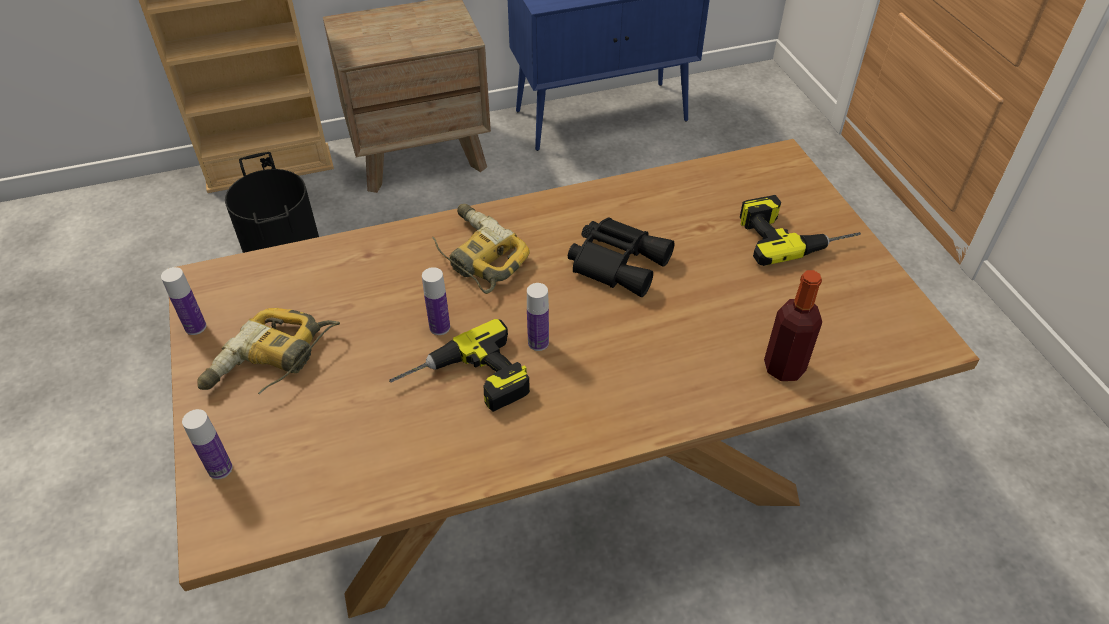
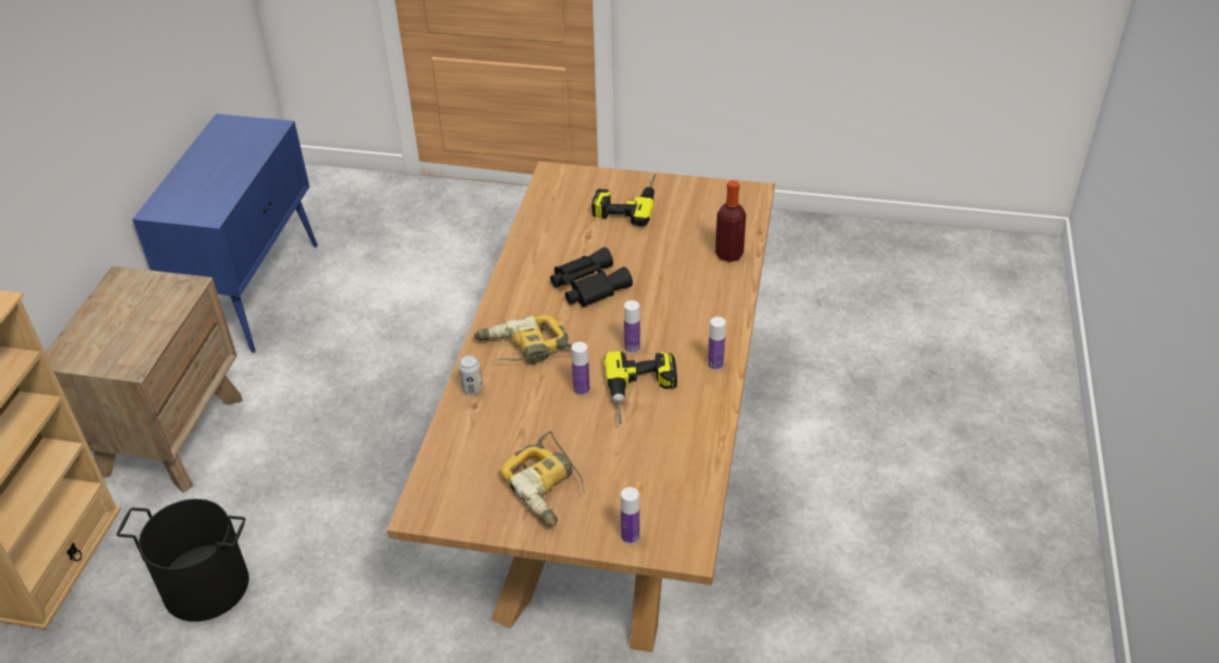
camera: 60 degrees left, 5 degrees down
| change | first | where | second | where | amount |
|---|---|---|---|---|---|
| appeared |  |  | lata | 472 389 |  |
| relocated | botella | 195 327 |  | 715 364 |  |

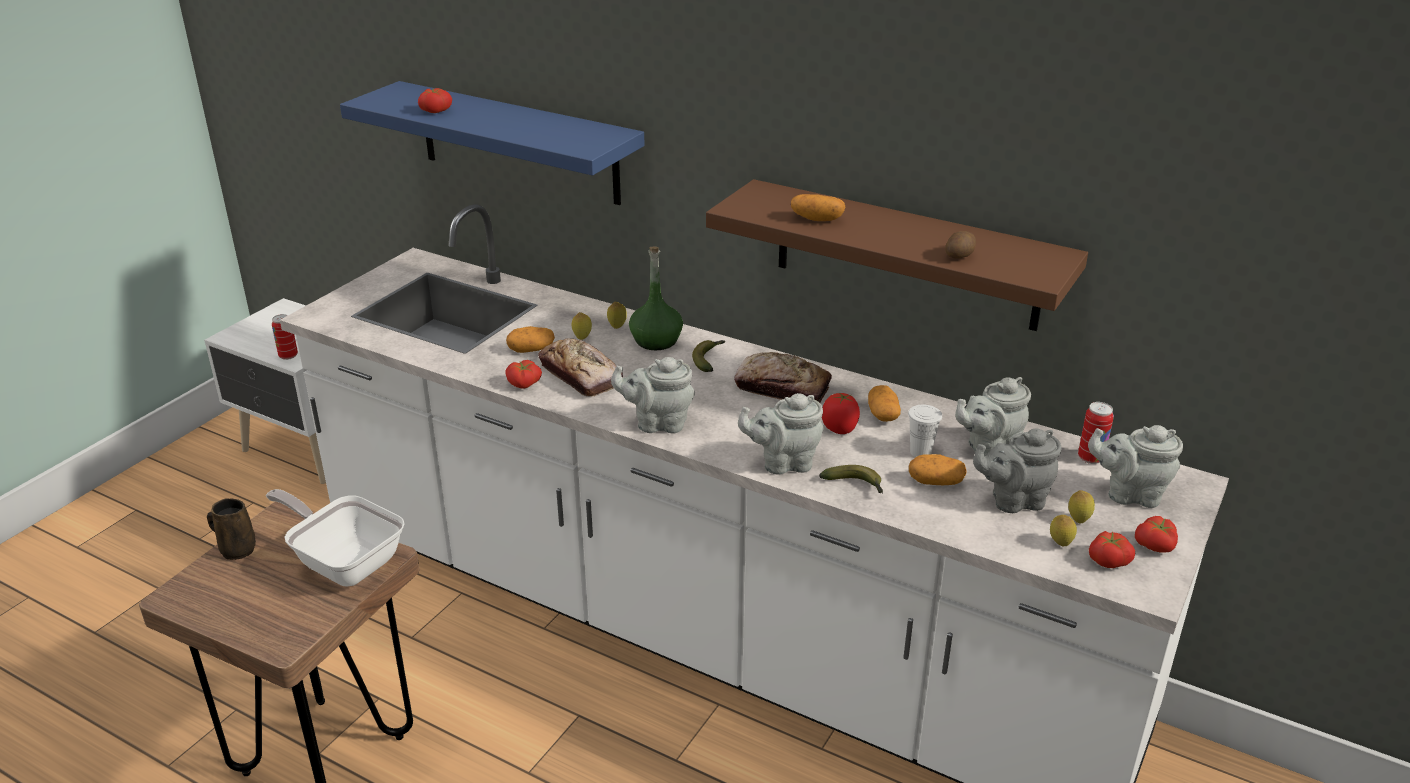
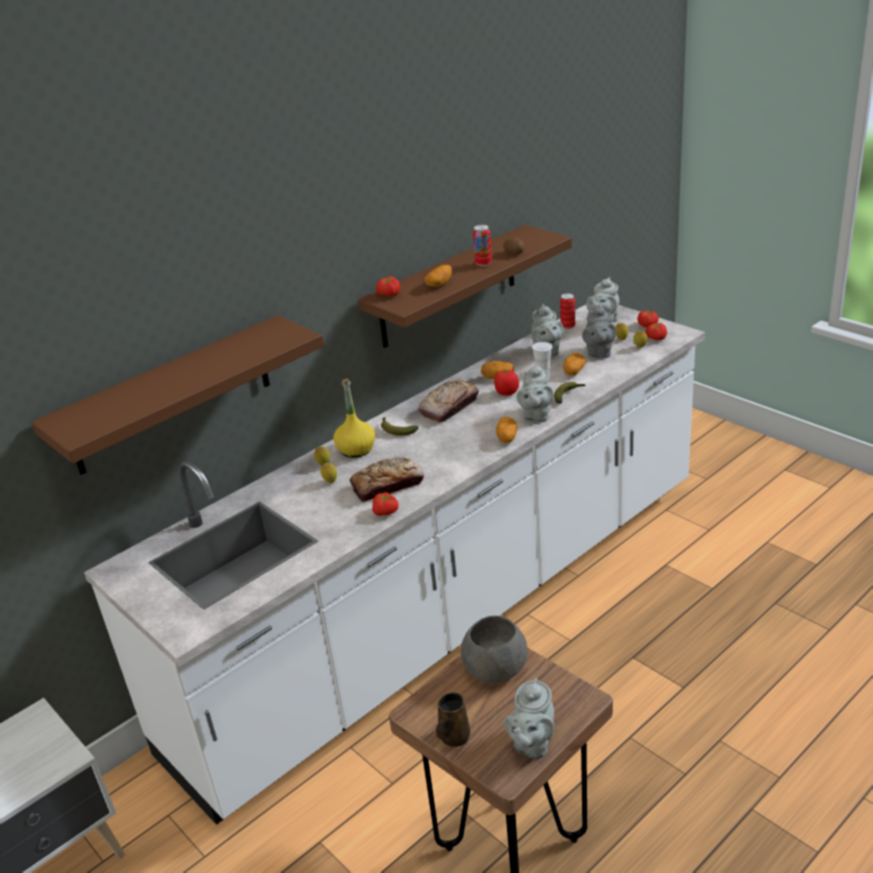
camera: 70 degrees left, 0 degrees up
| change | first | where | second | where | amount |
|---|---|---|---|---|---|
| colour | estante/azul | 518 143 | estante/marrón | 171 396 |  |
| colour | botella/verde | 656 340 | botella/amarillo | 356 449 |  |
| relocated | tomate | 435 110 |  | 388 294 |  |
| exchanged | sartén | 344 561 | cuenco/gris | 494 668 |  |
| relocated | lata | 288 356 |  | 483 264 |  |
| relocated | patata | 531 350 |  | 507 437 |  |
| relocated | tetera/gris | 658 423 |  | 532 744 |  |

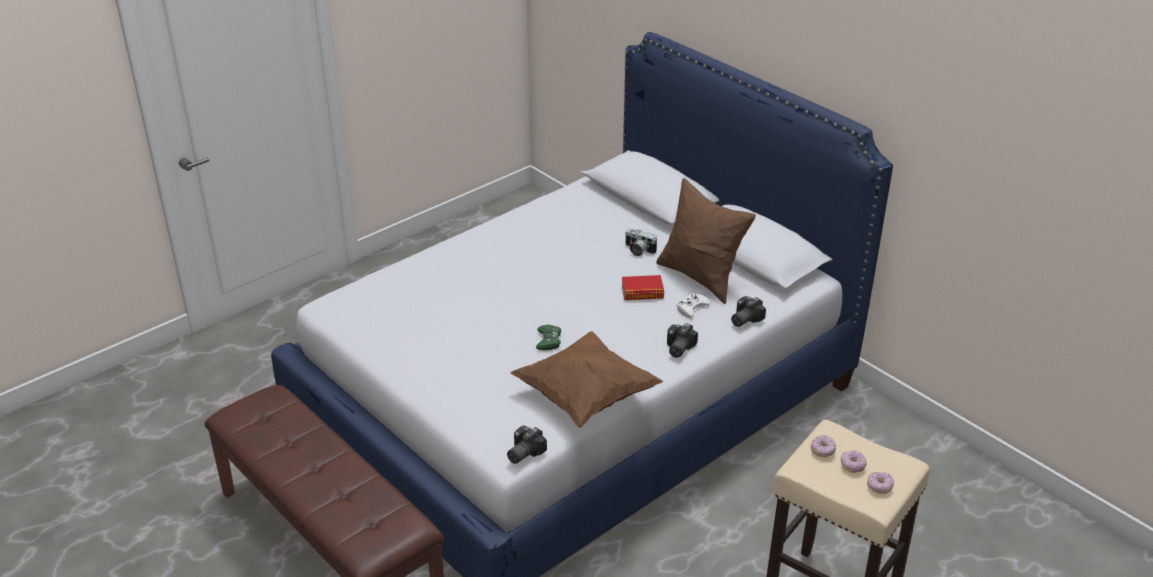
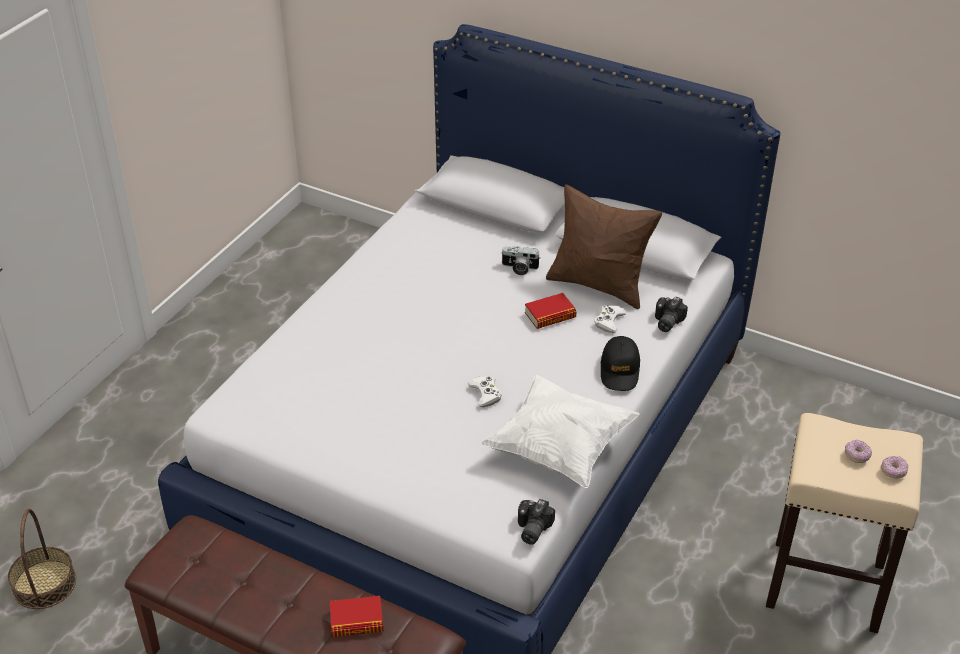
camera: 20 degrees left, 5 degrees up
| change | first | where | second | where | amount |
|---|---|---|---|---|---|
| appeared |  |  | cesta | 44 584 |  |
| appeared |  |  | libro | 356 621 |  |
| colour | mando de consola/verde | 548 340 | mando de consola/blanco | 485 394 |  |
| colour | cojín/marrón | 586 397 | cojín/blanco | 559 448 |  |
| exchanged | cámara | 677 348 | gorra/negro | 620 370 |  |
| missing | rosquilla | 822 451 |  |  |  |

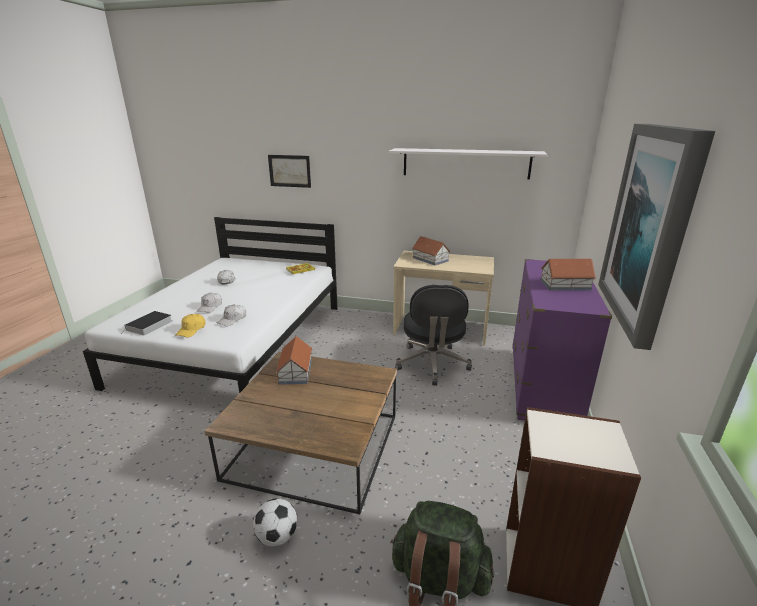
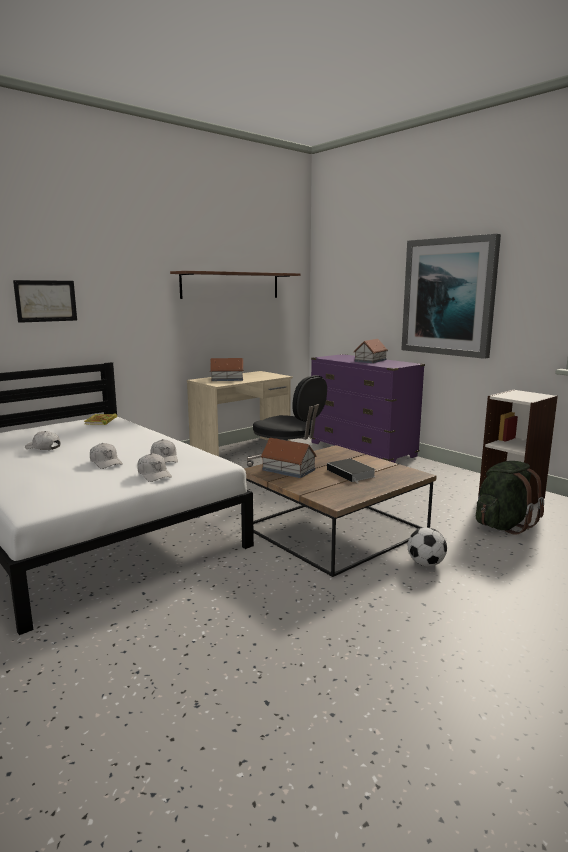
camera: 55 degrees left, 10 degrees down
| change | first | where | second | where | amount |
|---|---|---|---|---|---|
| colour | gorra/amarillo | 191 330 | gorra/blanco | 154 474 |  |
| colour | estante/blanco | 465 163 | estante/marrón | 231 285 |  |
| relocated | libro | 149 326 |  | 352 473 |  |

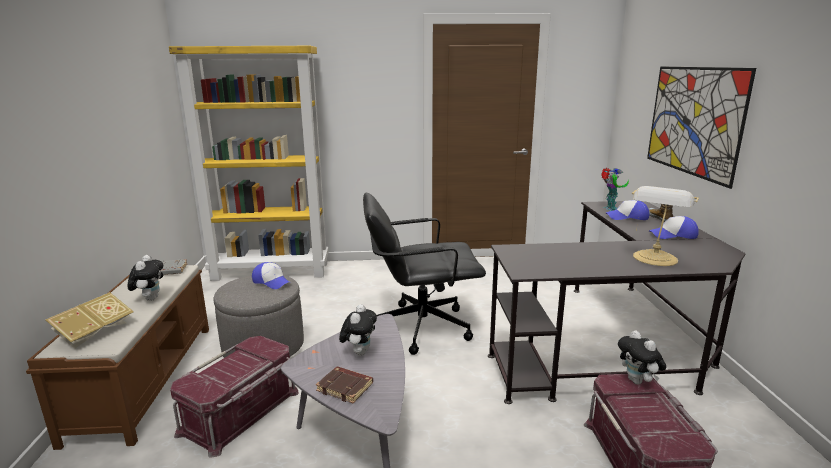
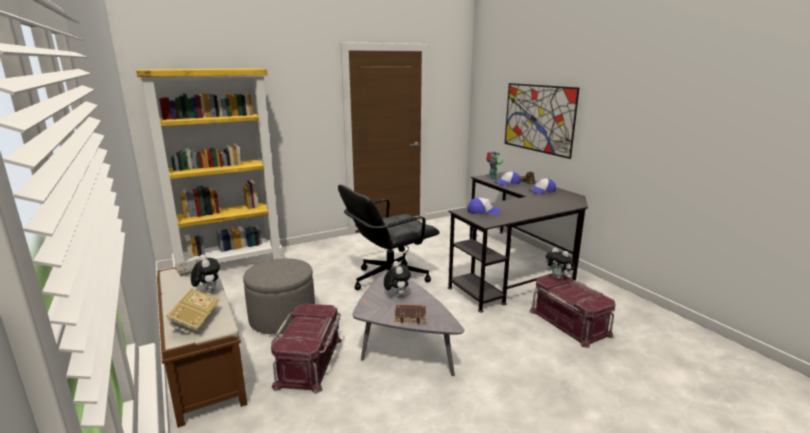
camera: 25 degrees left, 0 degrees up
| change | first | where | second | where | amount |
|---|---|---|---|---|---|
| relocated | gorra | 272 282 |  | 483 211 |  |
| missing | lámpara de mesa | 655 259 |  |  |  |

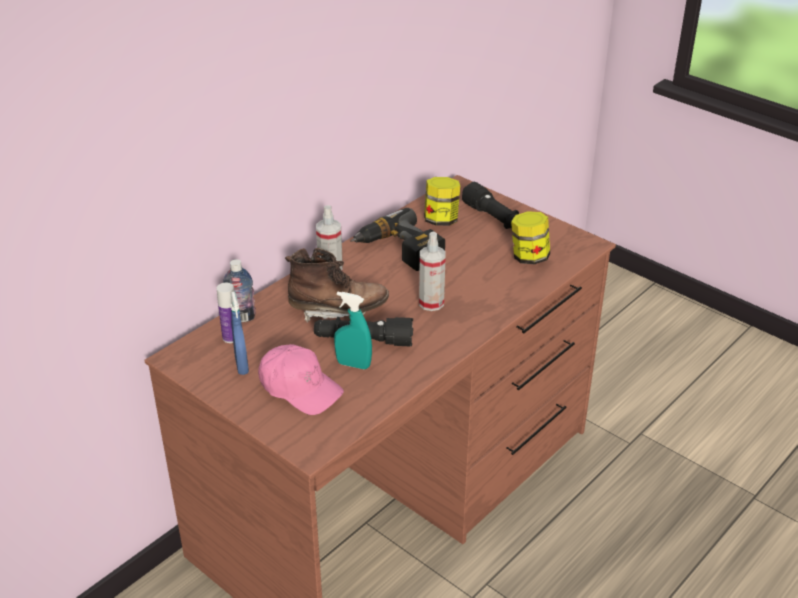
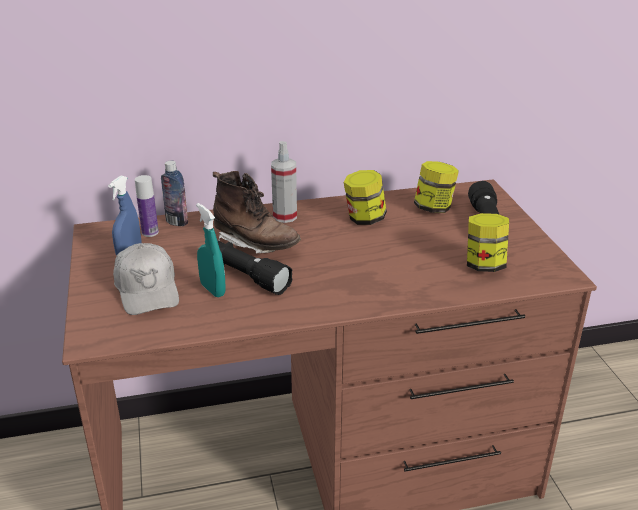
camera: 35 degrees right, 5 degrees down
| change | first | where | second | where | amount |
|---|---|---|---|---|---|
| colour | gorra/rosa | 300 388 | gorra/blanco | 147 289 |  |
| exchanged | taladro | 398 251 | tarro | 364 219 |  |
| missing | pulverizador | 431 303 |  |  |  |

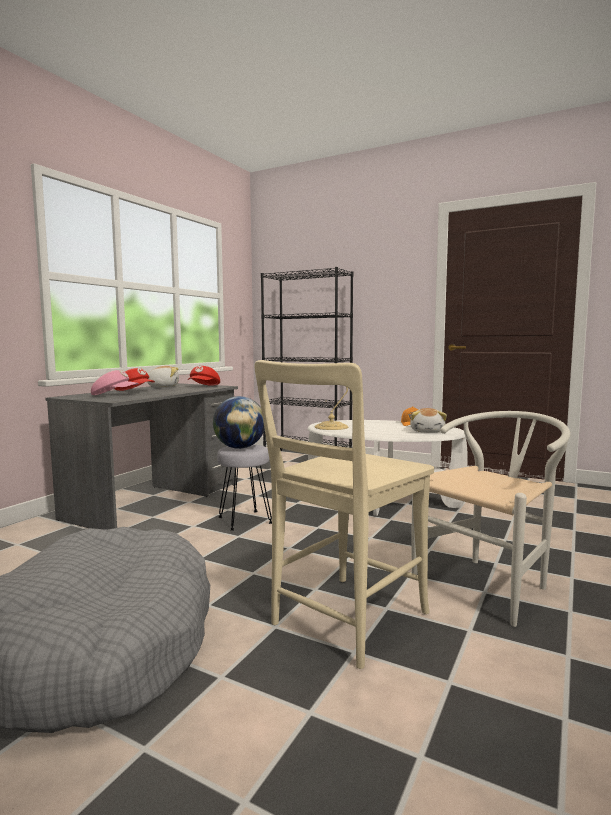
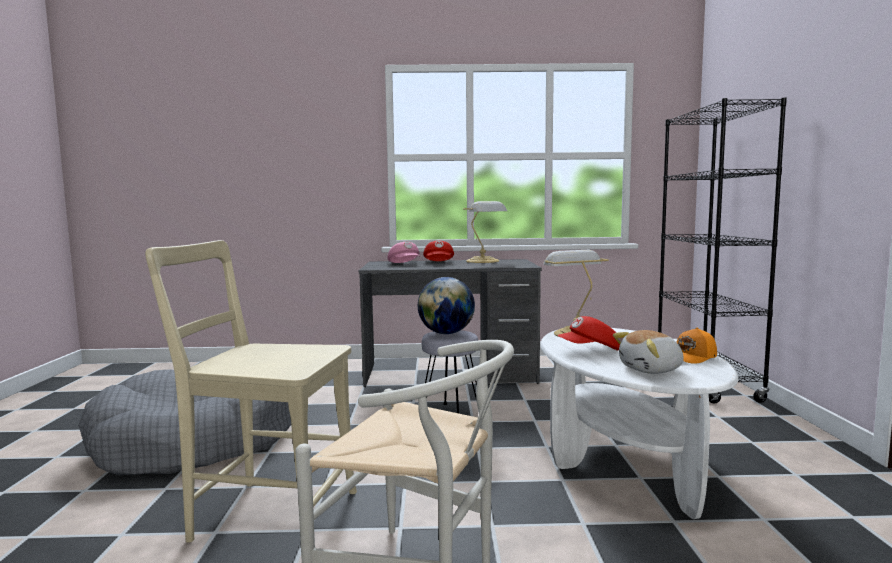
camera: 60 degrees right, 0 degrees up
| change | first | where | second | where | amount |
|---|---|---|---|---|---|
| exchanged | peluche | 163 387 | lámpara de mesa | 484 261 |  |
| relocated | gorra/rojo | 204 386 |  | 591 351 |  |

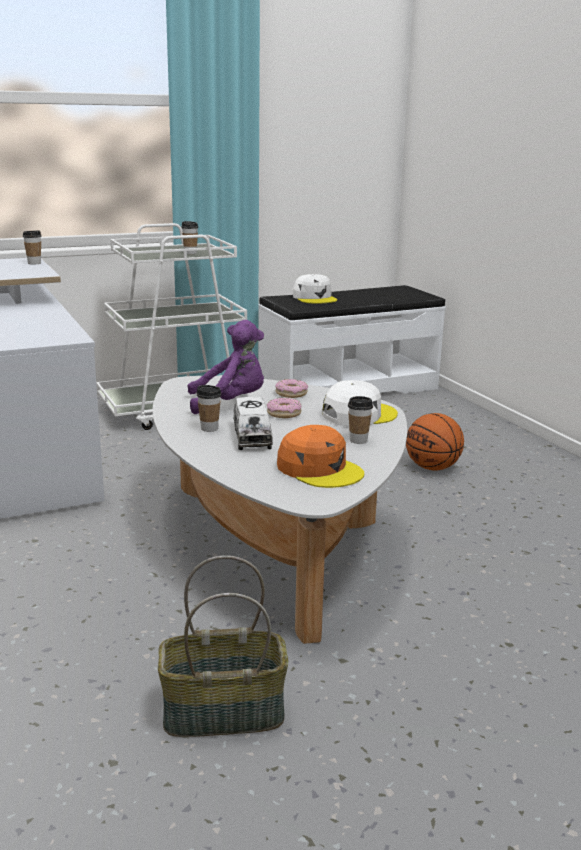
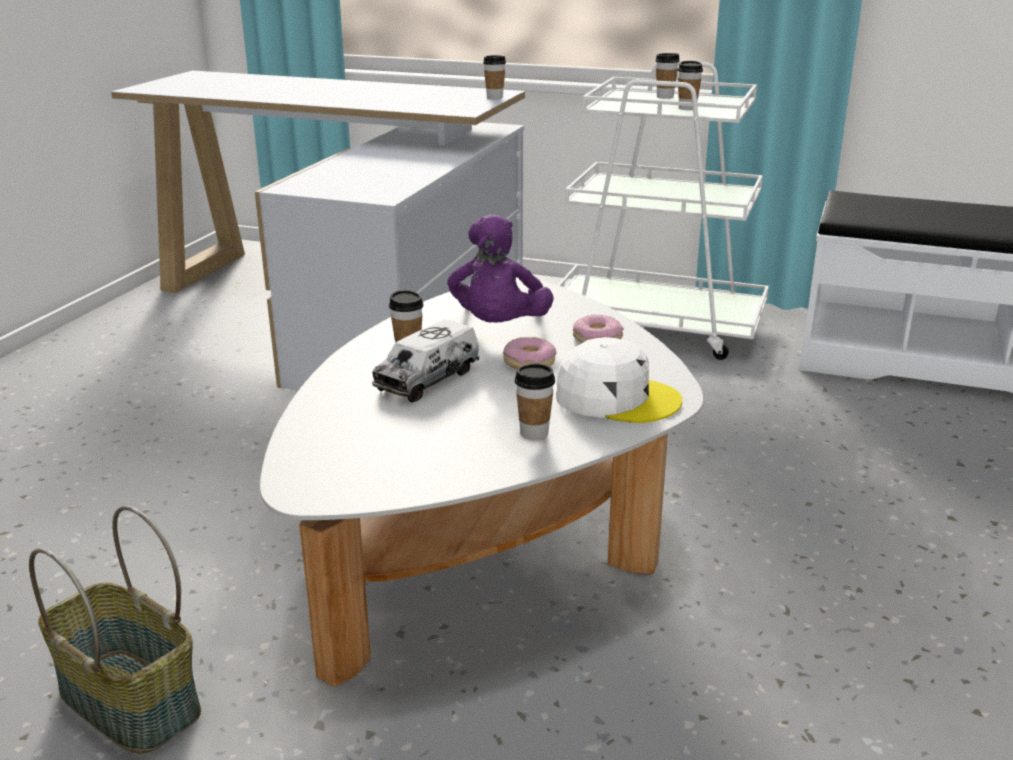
camera: 45 degrees right, 5 degrees up
| change | first | where | second | where | amount |
|---|---|---|---|---|---|
| spun | peluche/morado | 230 403 |  | 498 328 | 60 degrees clockwise |
| appeared |  |  | taza | 665 97 |  |
| missing | gorra/naranja | 319 469 |  |  |  |
| missing | gorra/blanco | 315 298 |  |  |  |
| missing | balón de baloncesto | 432 467 |  |  |  |

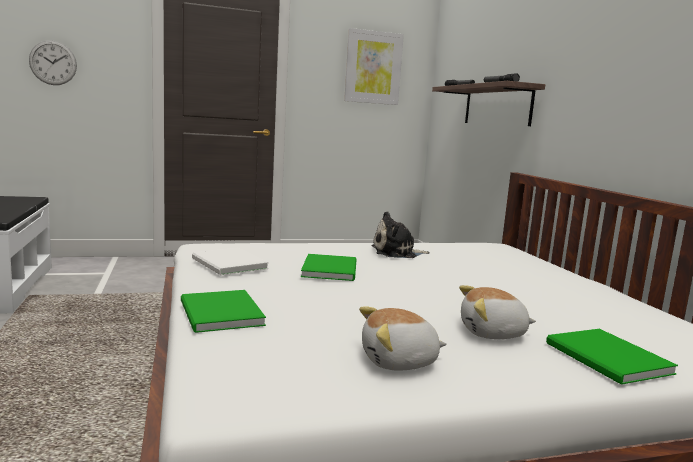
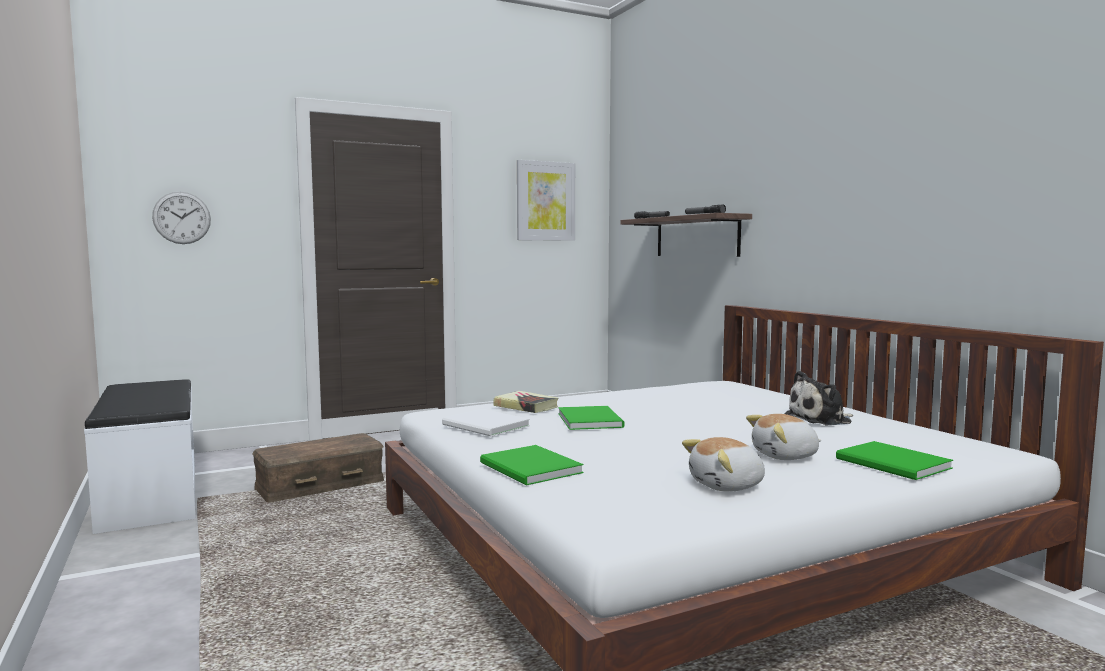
camera: 10 degrees left, 5 degrees down
| change | first | where | second | where | amount |
|---|---|---|---|---|---|
| appeared |  |  | caja de almacenaje/marrón | 320 484 |  |
| appeared |  |  | libro | 526 406 |  |
| relocated | peluche | 396 253 |  | 821 419 |  |

